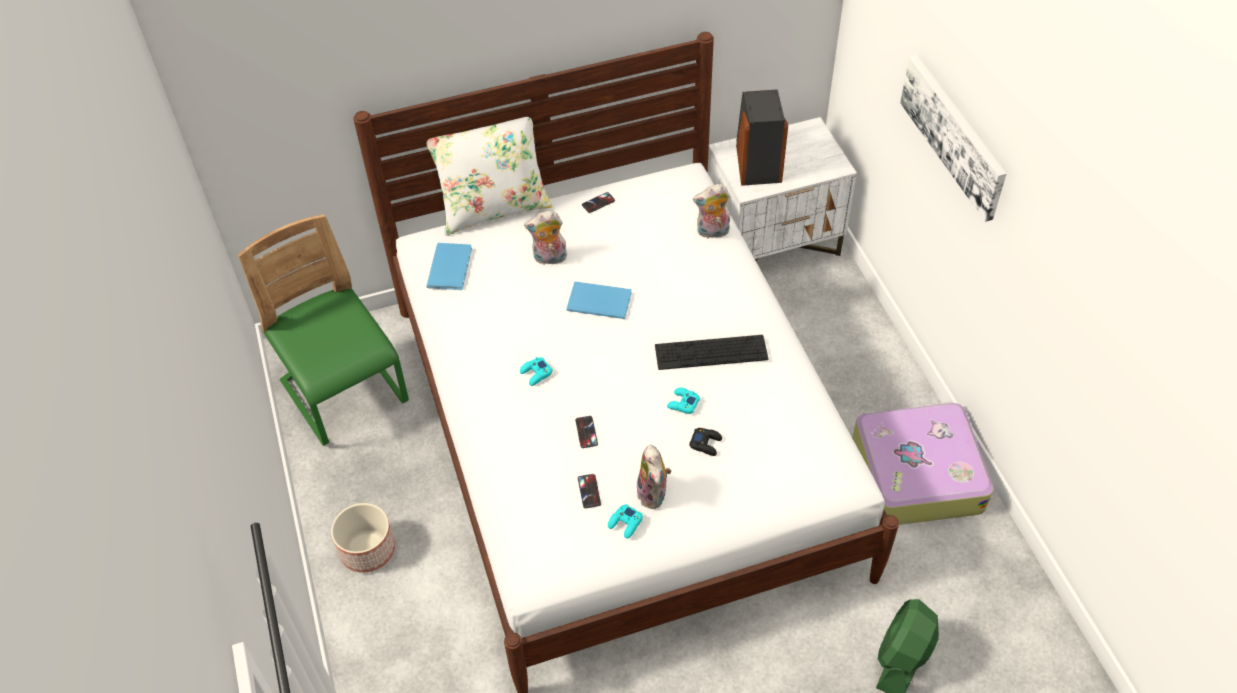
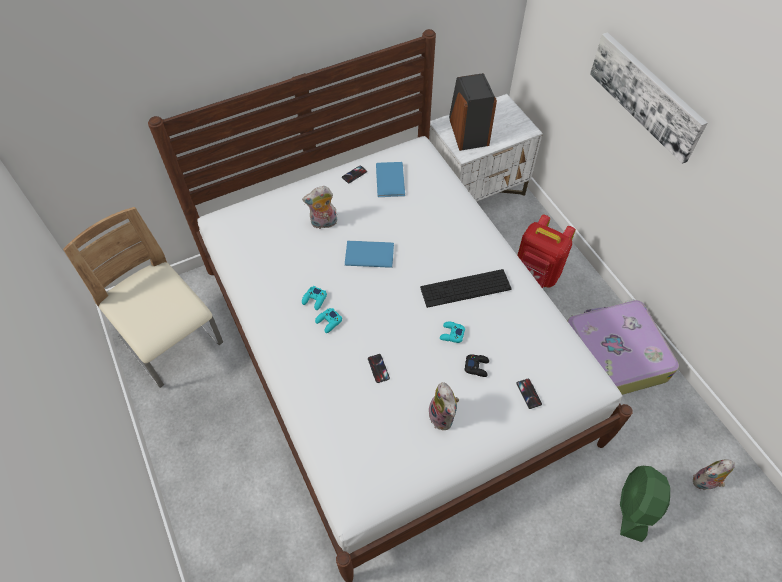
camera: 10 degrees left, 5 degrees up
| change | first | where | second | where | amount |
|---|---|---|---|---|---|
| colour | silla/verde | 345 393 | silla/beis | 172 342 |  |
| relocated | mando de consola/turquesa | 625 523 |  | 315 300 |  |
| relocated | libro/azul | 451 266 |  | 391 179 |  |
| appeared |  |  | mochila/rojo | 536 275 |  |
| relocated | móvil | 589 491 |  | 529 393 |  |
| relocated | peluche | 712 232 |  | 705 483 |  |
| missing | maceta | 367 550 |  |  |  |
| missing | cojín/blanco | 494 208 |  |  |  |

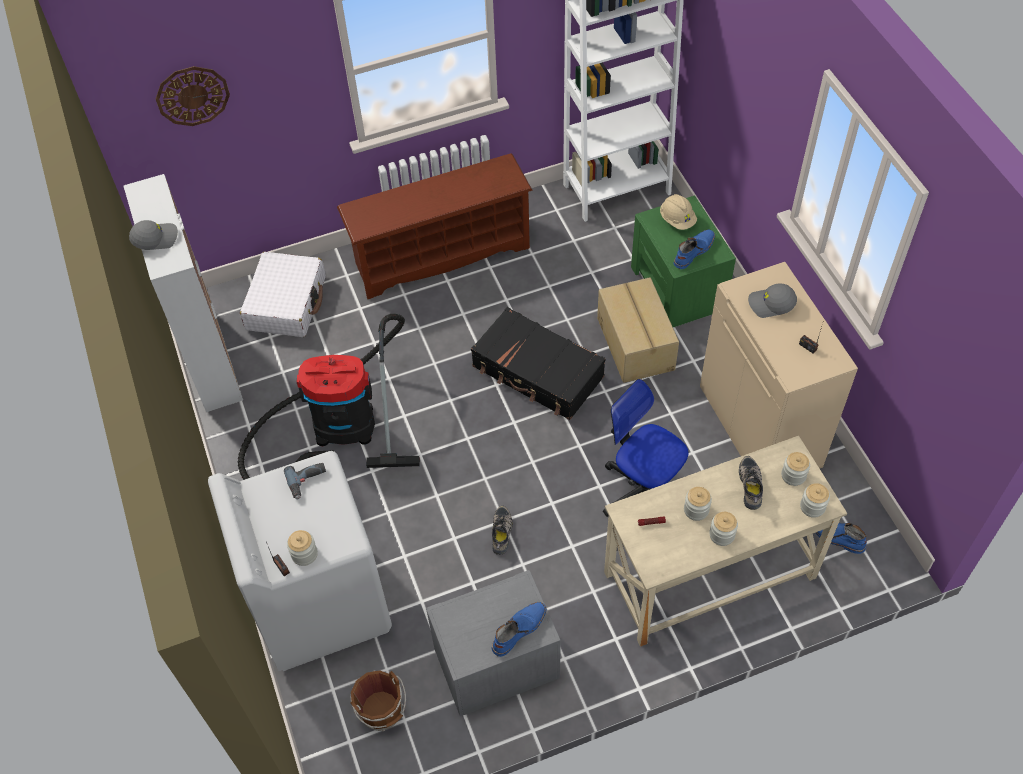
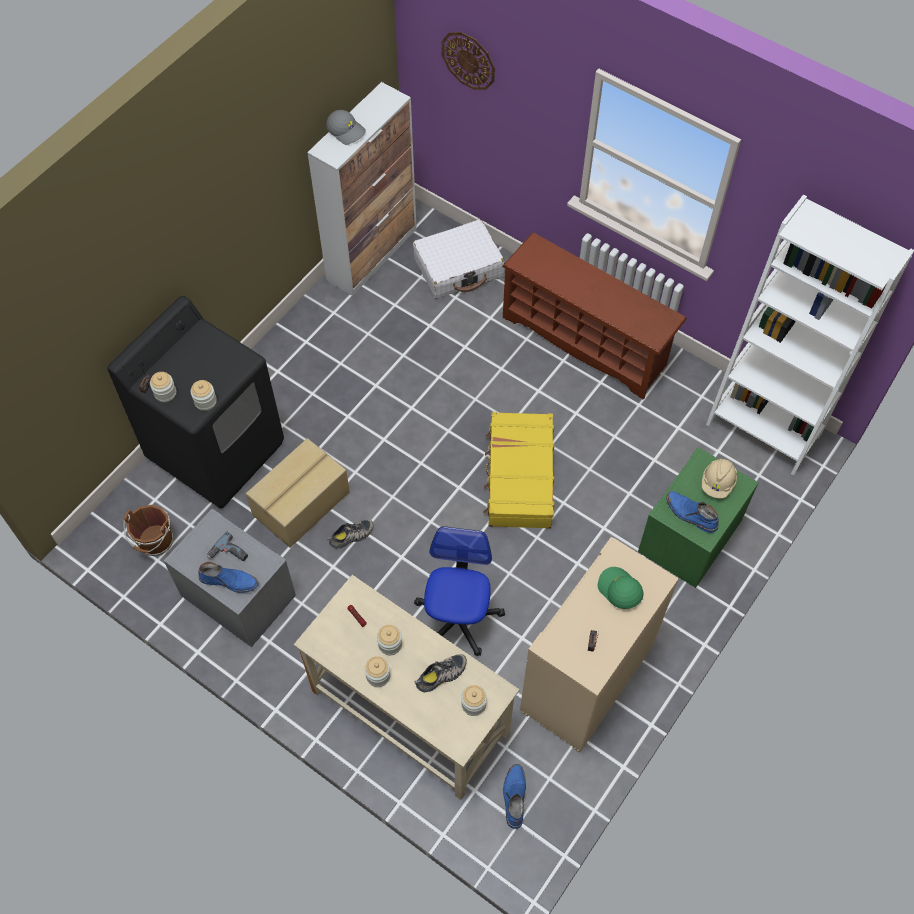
camera: 55 degrees right, 5 degrees up
| change | first | where | second | where | amount |
|---|---|---|---|---|---|
| colour | lavadora/blanco | 320 602 | lavadora/negro | 217 450 |  |
| relocated | tarro | 812 507 |  | 205 401 |  |
| relocated | taladro | 308 481 |  | 228 554 |  |
| relocated | caja de cartón | 636 343 |  | 302 504 |  |
| colour | maleta/negro | 537 372 | maleta/amarillo | 519 477 |  |
| colour | gorra/gris | 771 304 | gorra/verde | 619 590 |  |
| spun | bota/azul | 693 251 |  | 690 514 | 150 degrees counterclockwise |
| missing | aspiradora | 337 427 |  |  |  |

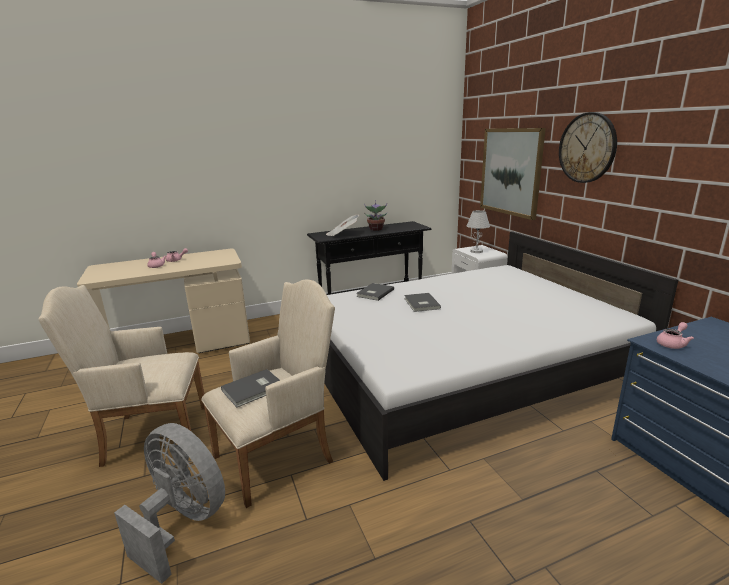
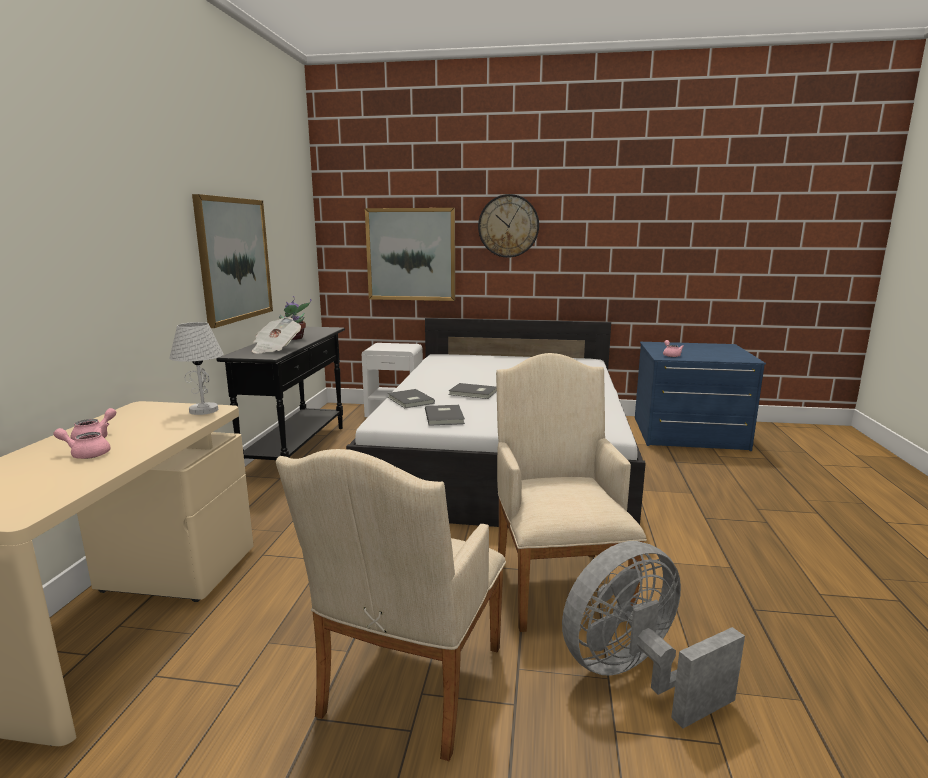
camera: 60 degrees left, 5 degrees down
| change | first | where | second | where | amount |
|---|---|---|---|---|---|
| relocated | lámpara de mesa/blanco | 476 251 |  | 204 410 |  |
| appeared |  |  | cuadro | 234 259 |  |
| relocated | libro/gris | 254 389 |  | 445 416 |  |

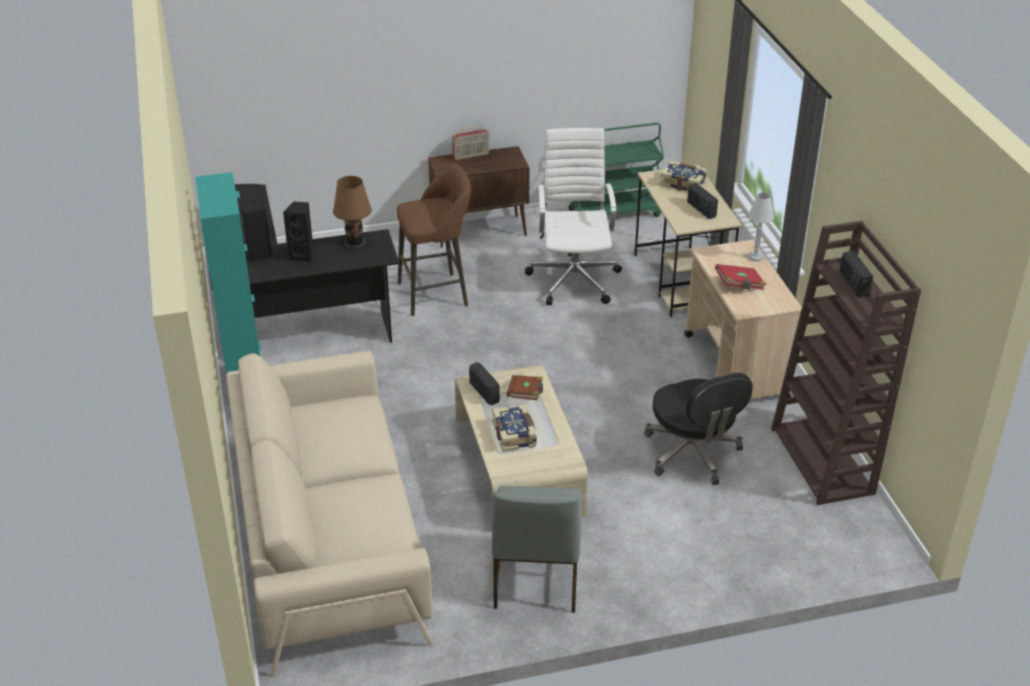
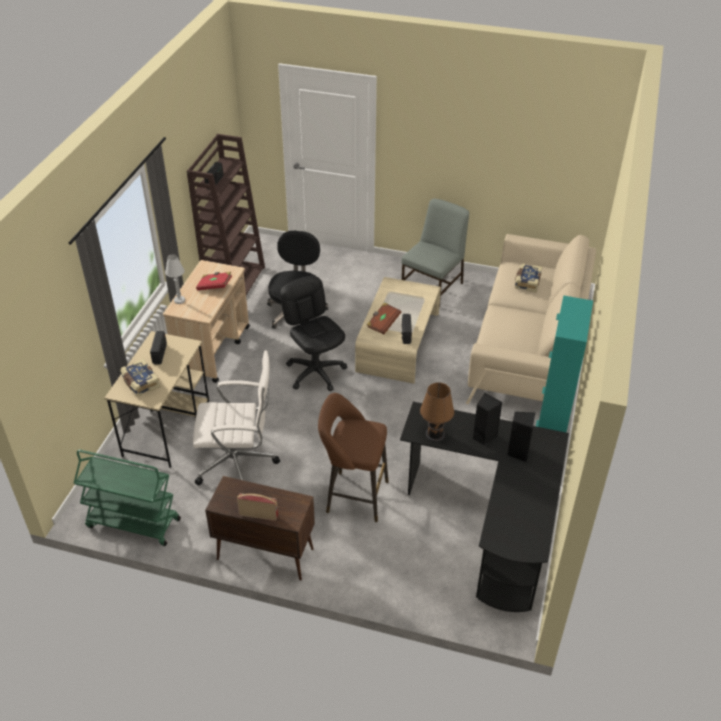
camera: 150 degrees left, 5 degrees up
| change | first | where | second | where | amount |
|---|---|---|---|---|---|
| spun | silla de oficina/blanco | 574 279 |  | 238 464 | 120 degrees counterclockwise |
| appeared |  |  | silla de oficina/negro | 316 372 |  |
| relocated | libro | 515 435 |  | 527 282 |  |

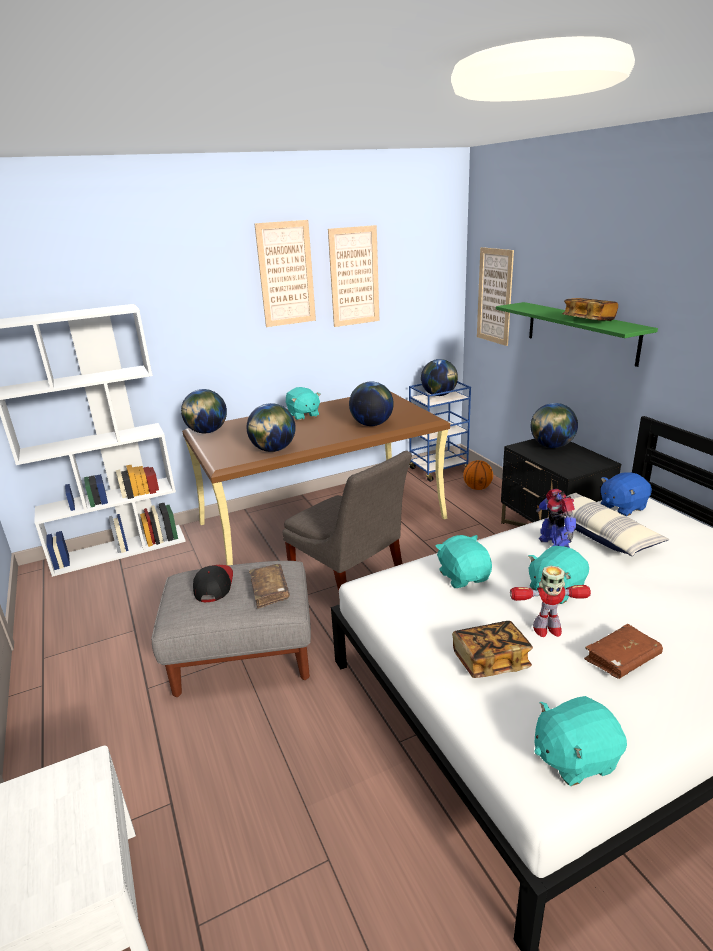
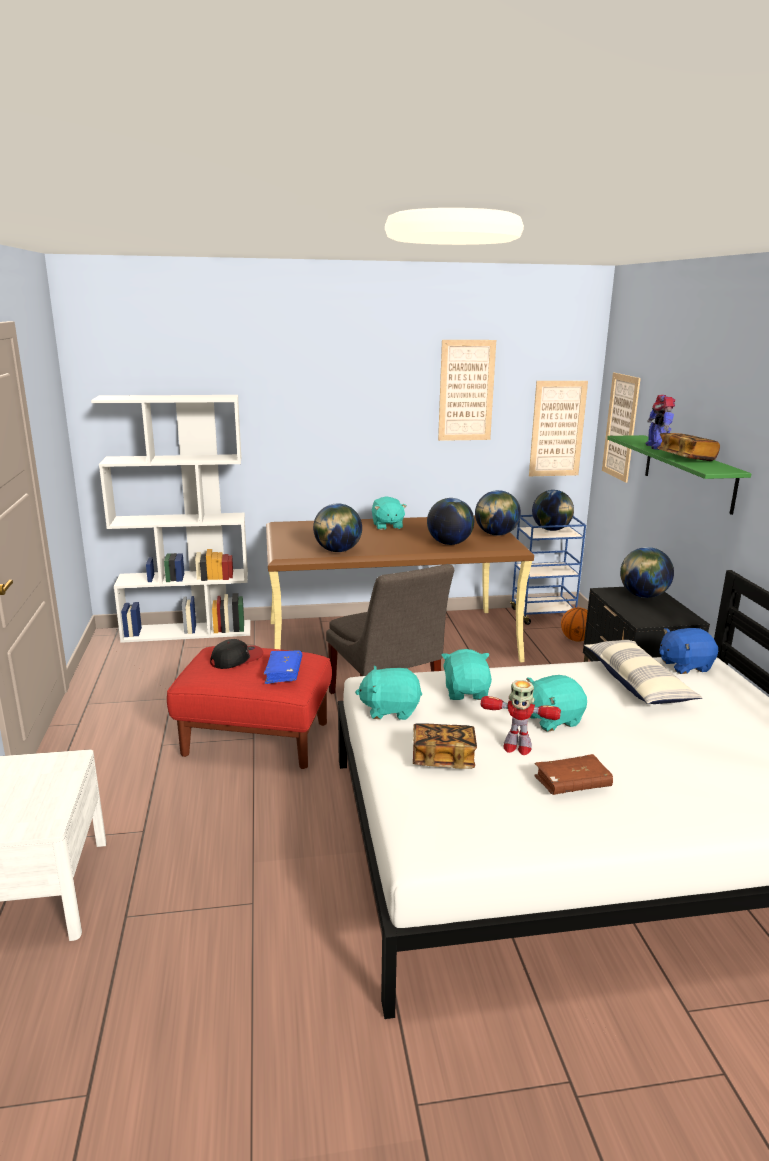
camera: 15 degrees right, 5 degrees down
| change | first | where | second | where | amount |
|---|---|---|---|---|---|
| colour | puf/gris | 242 658 | puf/rojo | 255 740 |  |
| spun | gorra | 213 585 |  | 237 659 | 45 degrees clockwise |
| colour | libro/marrón | 270 591 | libro/azul | 283 673 |  |
| relocated | peluche/turquesa | 574 757 |  | 390 710 |  |
| relocated | globo terráqueo | 207 432 |  | 496 534 |  |
| relocated | cuadro | 286 274 |  | 557 429 |  |
| relocated | robot de juguete | 554 544 |  | 657 447 |  |

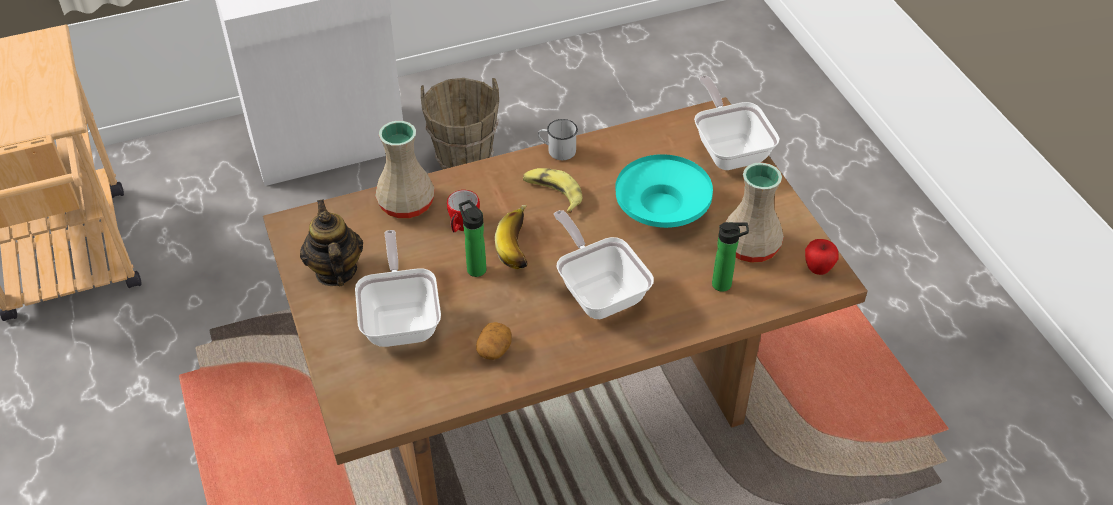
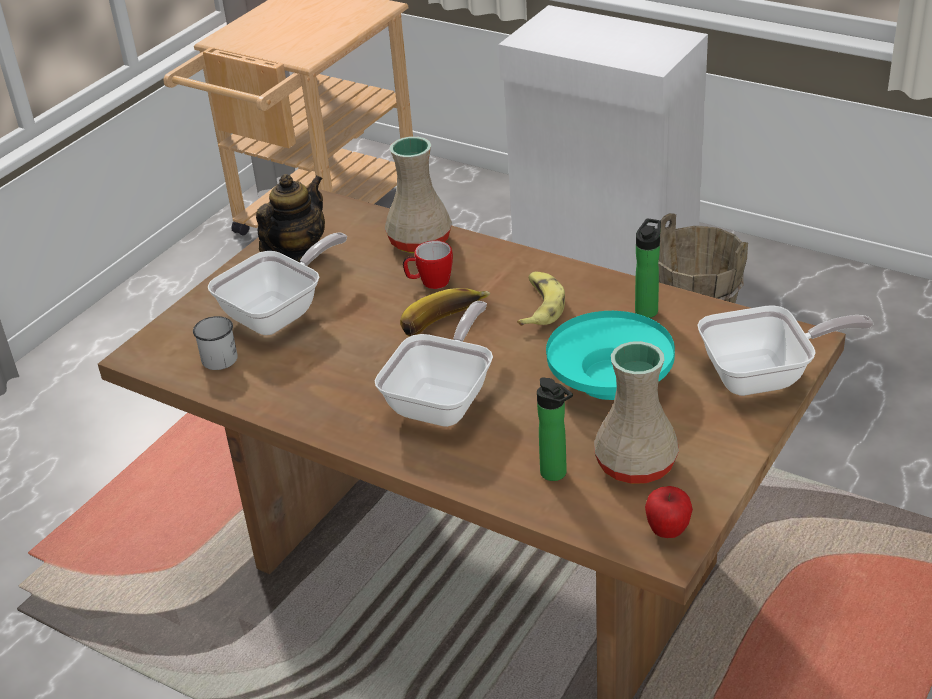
camera: 55 degrees right, 10 degrees down
| change | first | where | second | where | amount |
|---|---|---|---|---|---|
| relocated | taza grande/blanco | 557 150 |  | 218 356 |  |
| relocated | botella | 475 267 |  | 647 309 |  |
| spun | sartén | 729 149 |  | 765 376 | 45 degrees clockwise |
| missing | patata | 494 349 |  |  |  |

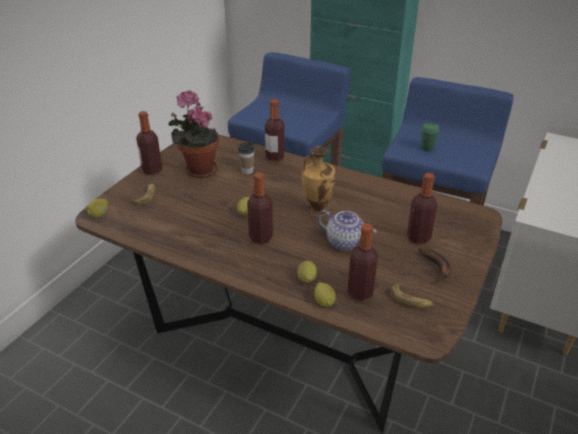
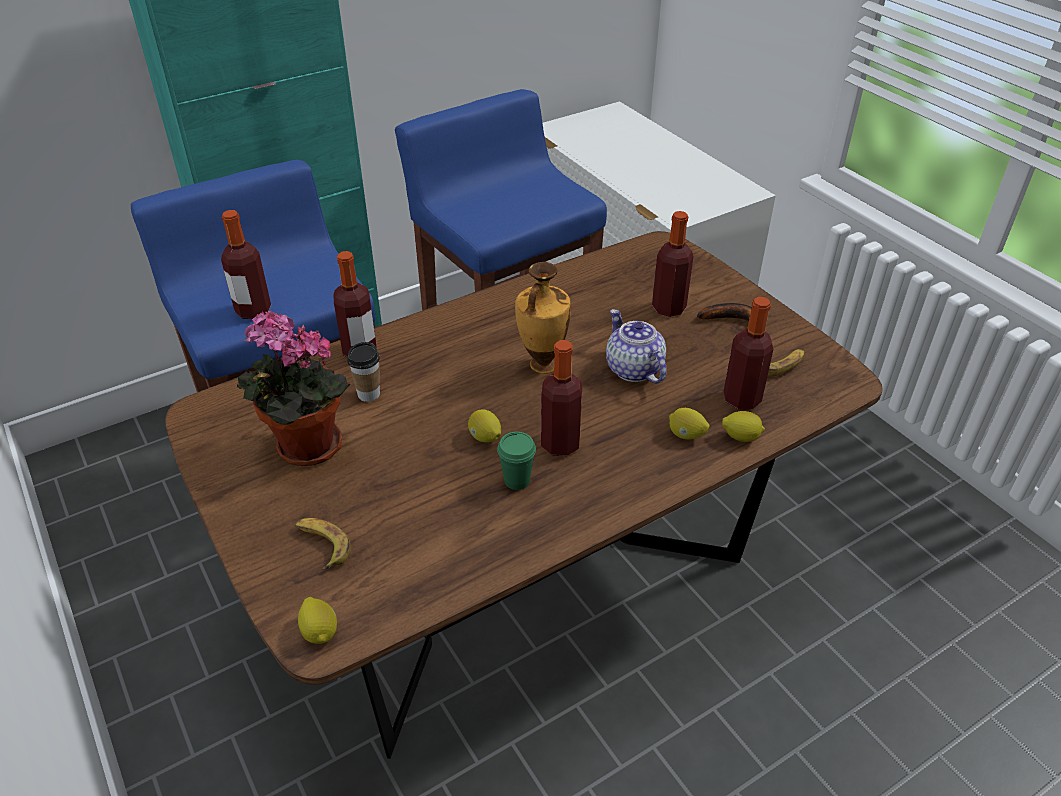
camera: 60 degrees left, 5 degrees up
| change | first | where | second | where | amount |
|---|---|---|---|---|---|
| relocated | botella | 152 170 |  | 253 310 |  |
| relocated | taza/verde | 427 148 |  | 517 480 |  |
| spun | tetera | 345 242 |  | 633 369 | 90 degrees counterclockwise |

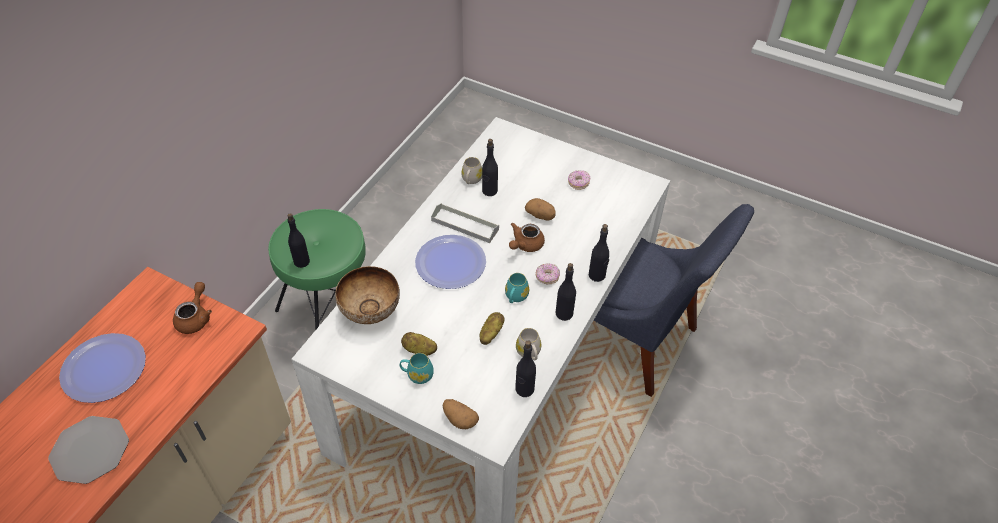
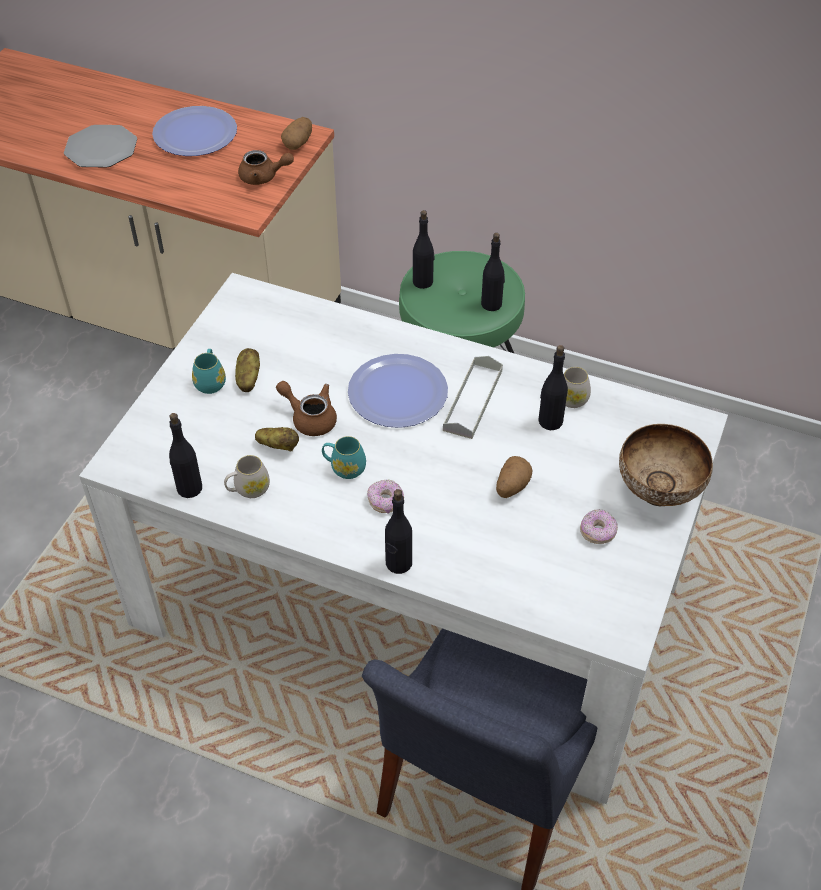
camera: 85 degrees right, 0 degrees up
| change | first | where | second | where | amount |
|---|---|---|---|---|---|
| relocated | tetera/marrón | 525 245 |  | 310 418 |  |
| relocated | patata | 459 419 |  | 298 143 |  |
| relocated | botella/negro | 564 313 |  | 492 304 |  |
| relocated | cuenco | 371 314 |  | 657 492 |  |

